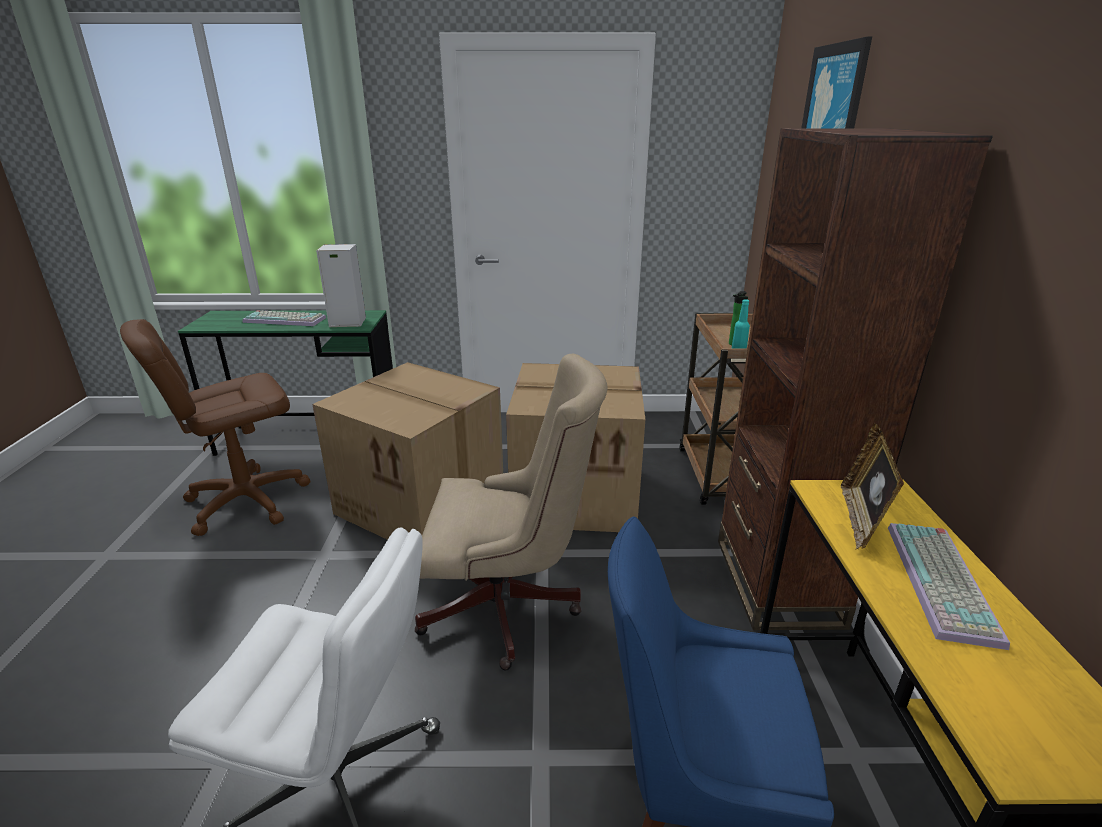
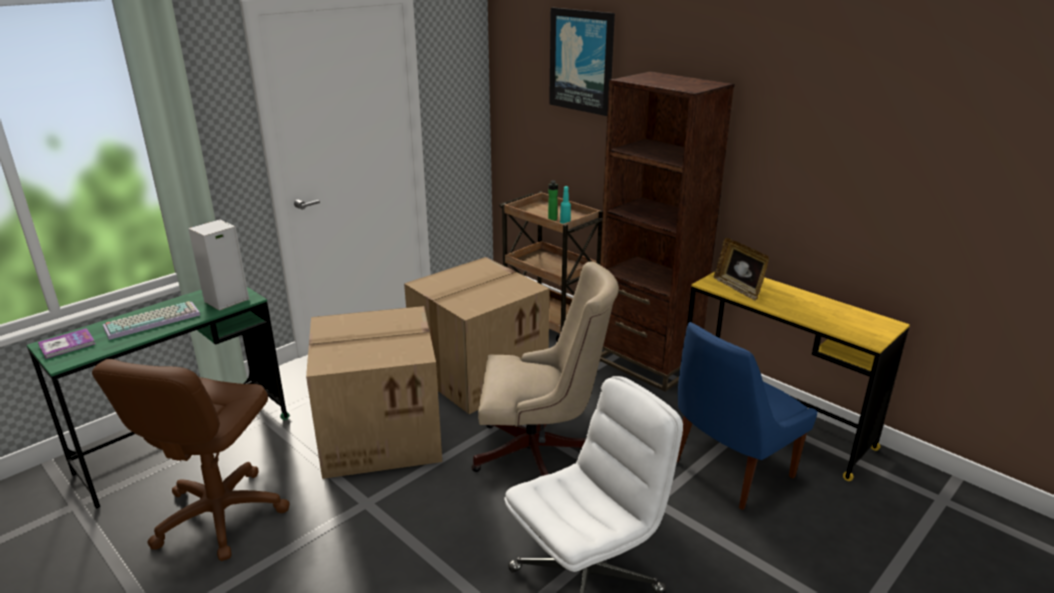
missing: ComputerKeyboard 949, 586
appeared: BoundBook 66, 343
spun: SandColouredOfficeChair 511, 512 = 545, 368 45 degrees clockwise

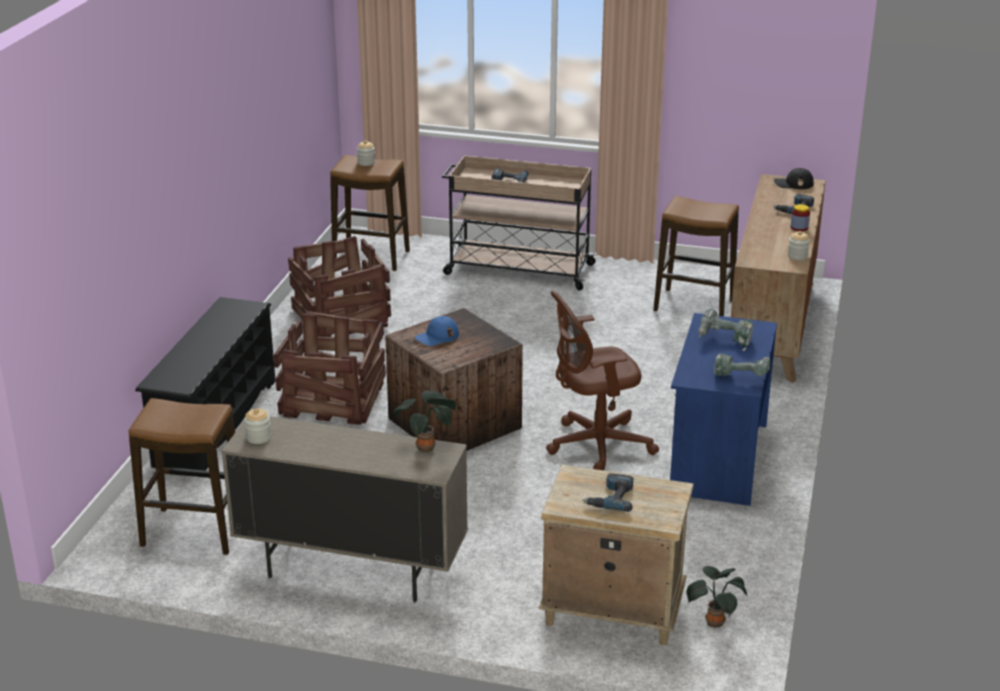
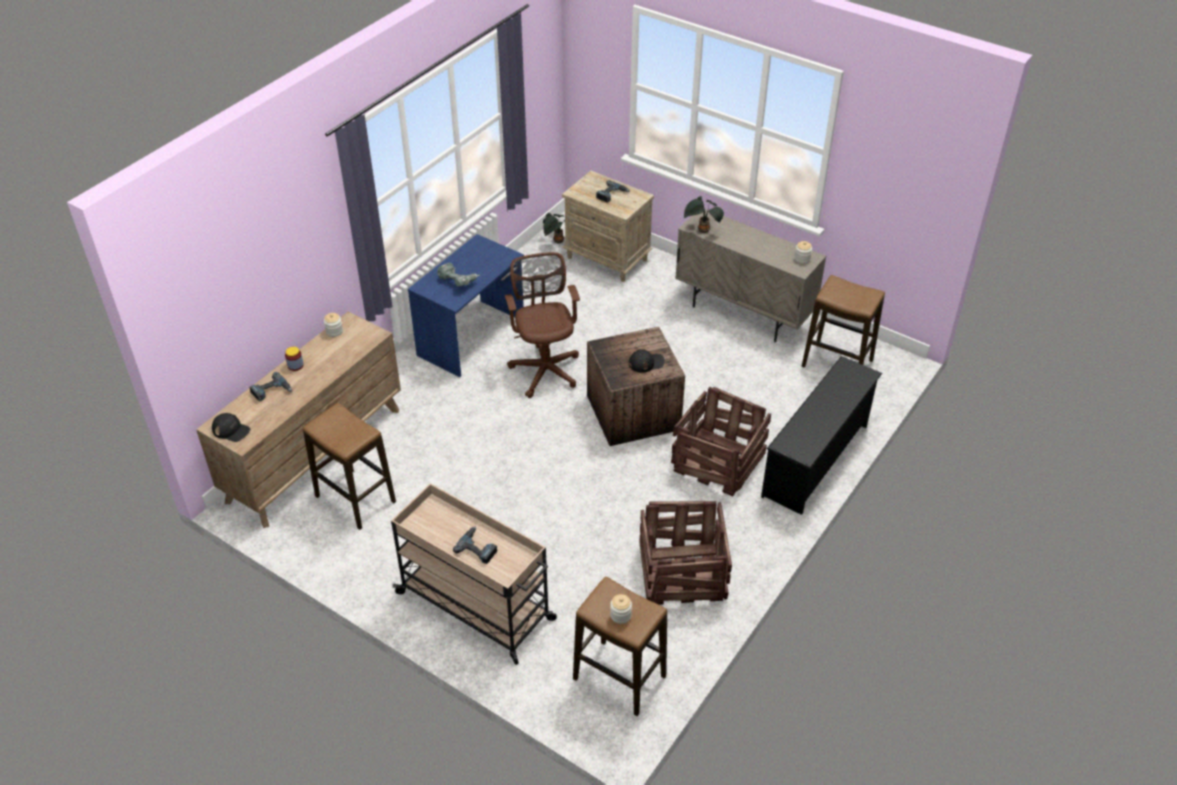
missing: PowerDrill 742, 364
colour: BlueColouredPeakedCap 437, 331 to BlackishPeakedCap 647, 361
spun: BrownishOfficeChair 602, 381 = 542, 325 105 degrees counterclockwise

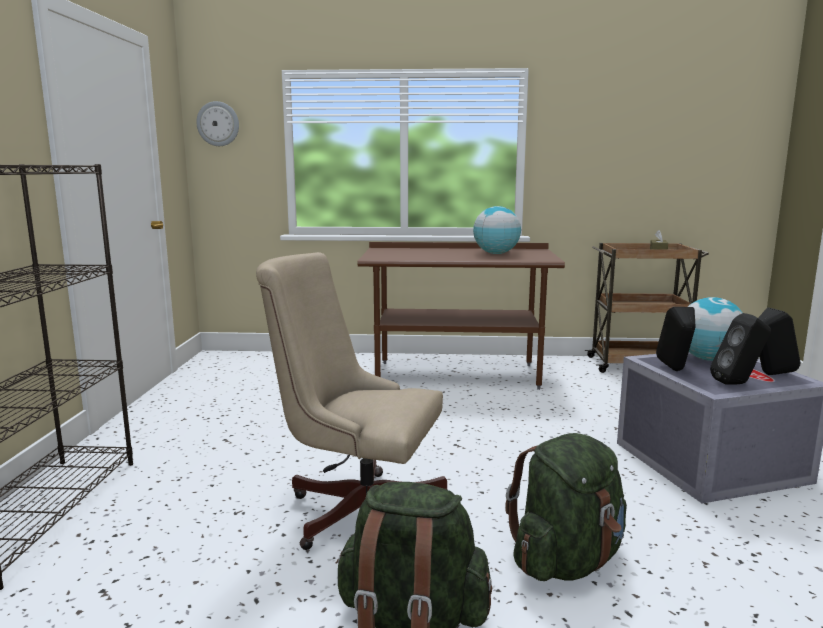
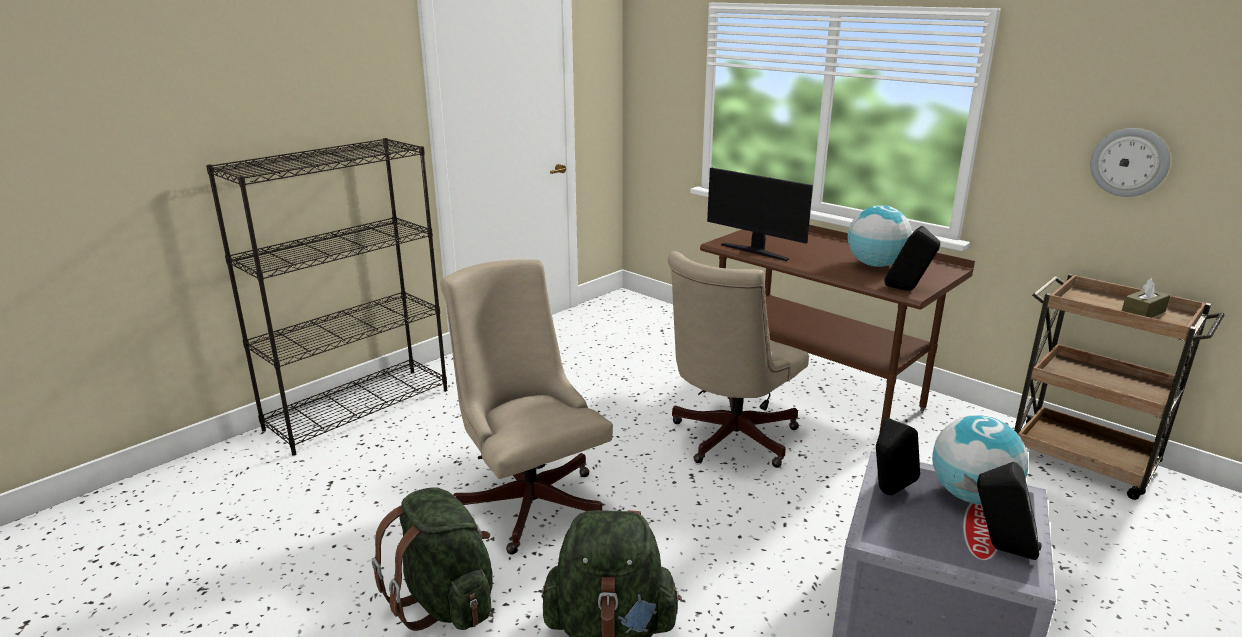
appeared: SandColouredOfficeChair 738, 359; ComputerDisplay 760, 214
relocated: HangingClock 217, 123 to 1130, 162; BlackishAudioSpeaker 740, 349 to 912, 258

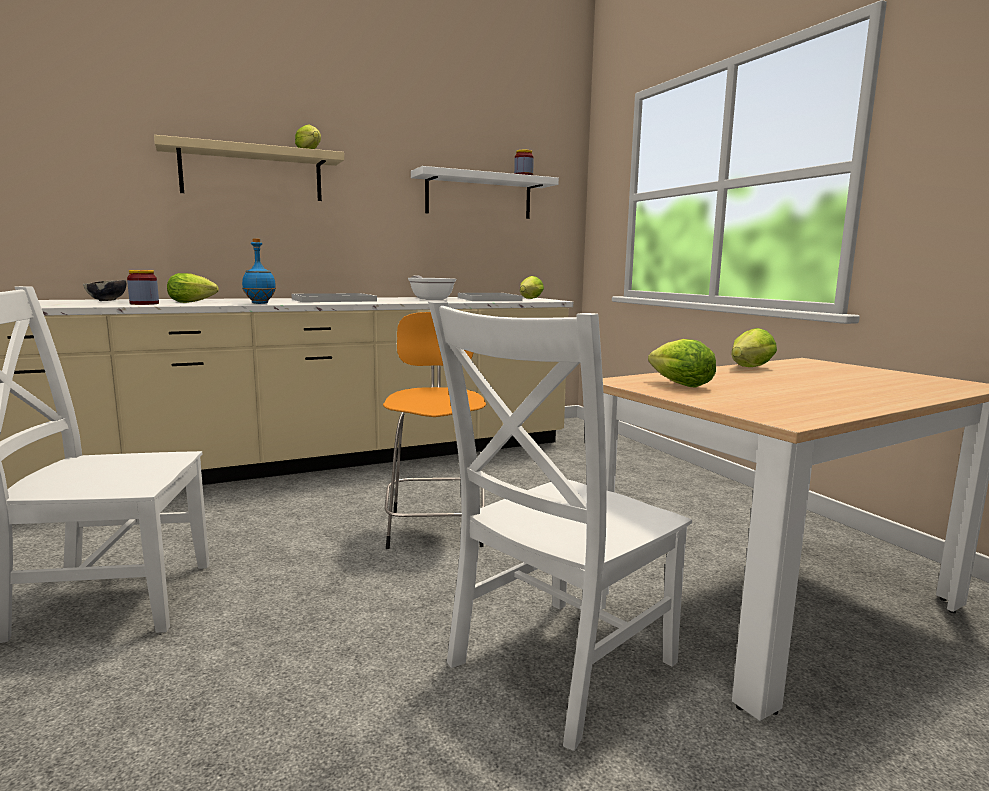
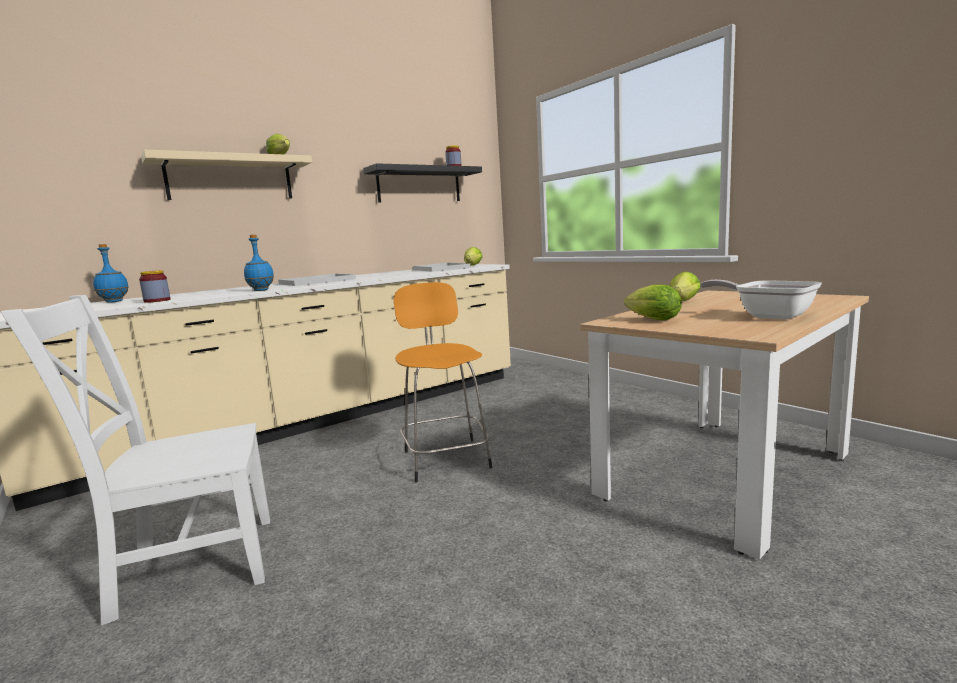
missing: HeadOfLettuce 193, 288; WhiteColouredPlainChair 560, 526
relocated: Pan 432, 287 to 761, 300
exchanged: Bowl 105, 290 to BlueColouredBeverageBottle 111, 273
colour: WhiteColouredShelf 485, 192 to BlackishShelf 422, 183

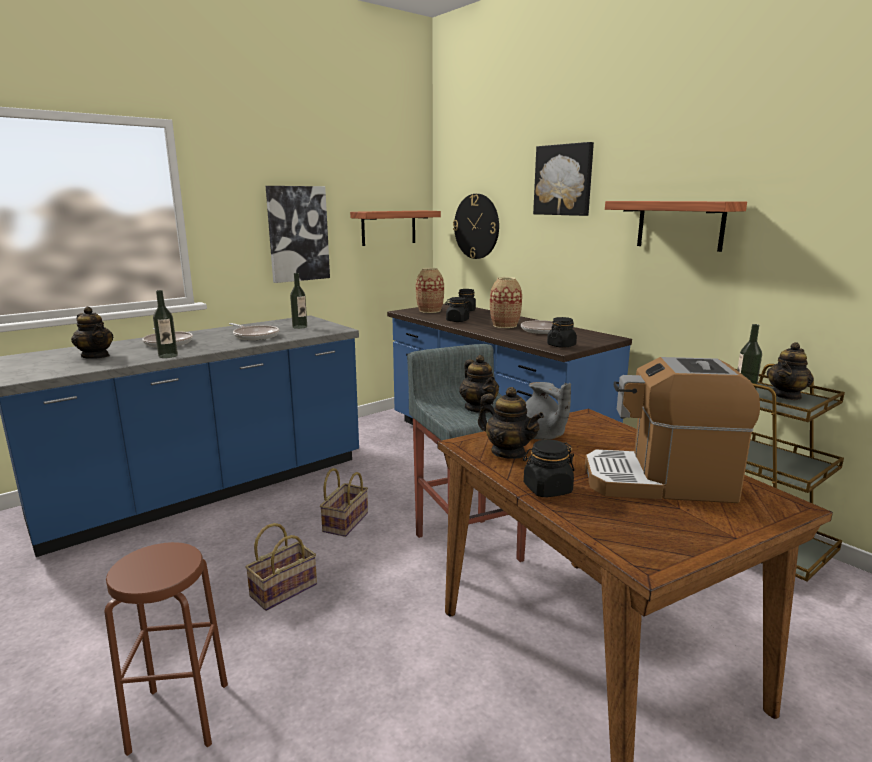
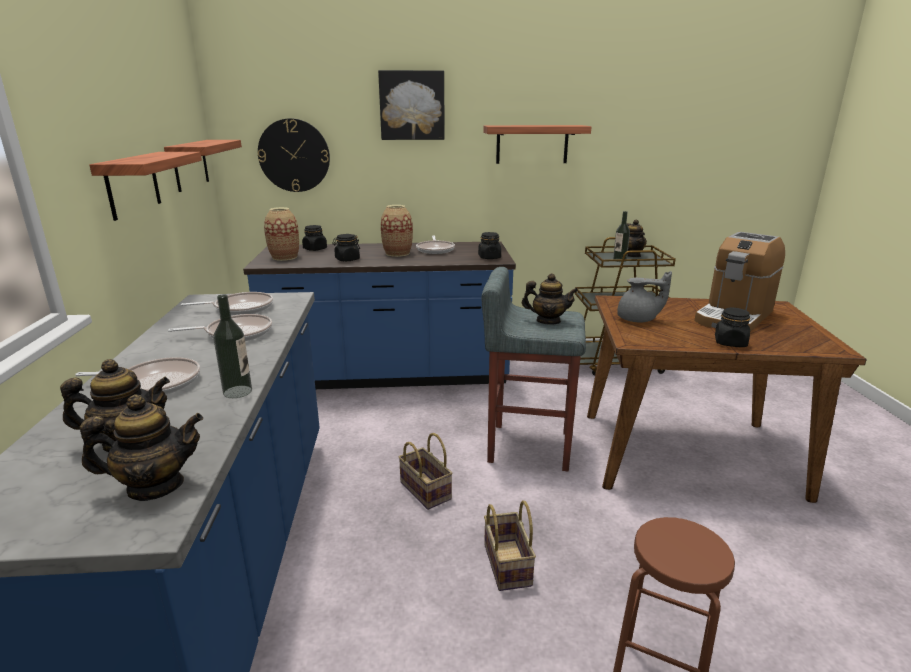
relocated: PotForTea 511, 423 to 141, 447
exchanged: Picture 298, 234 to Shelf 145, 186; BeverageBottle 298, 301 to Pan 227, 303

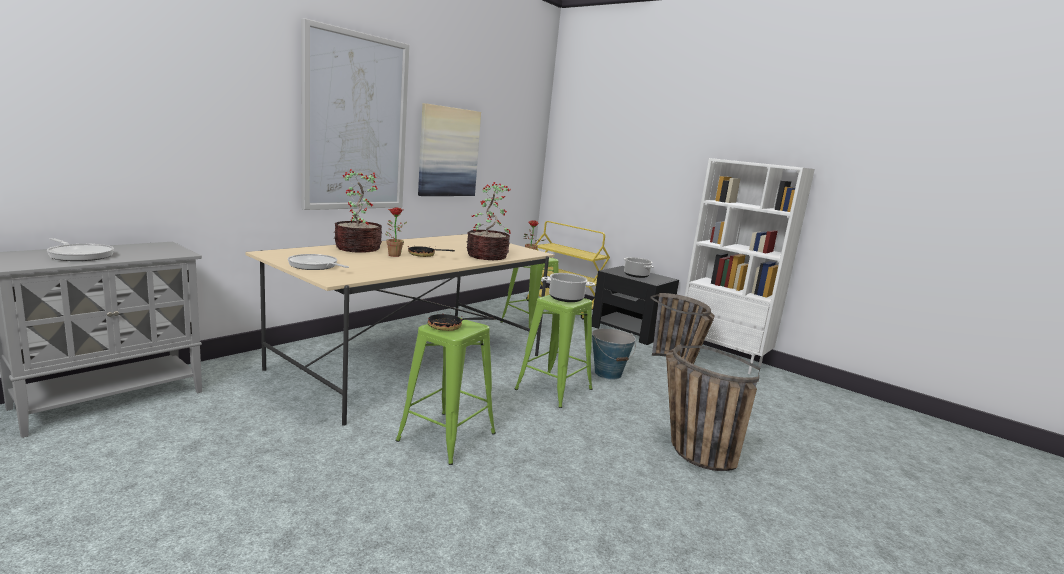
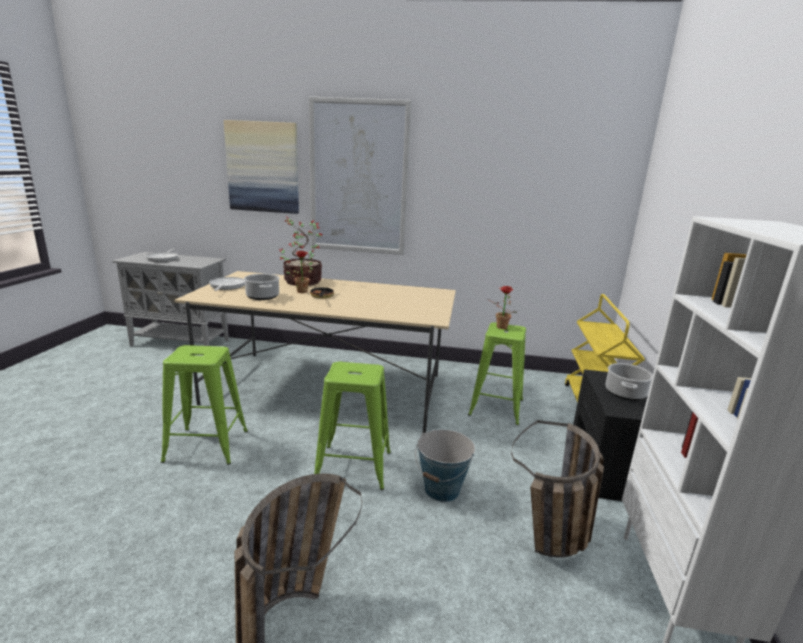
missing: Pan 461, 321; PlantInAPot 488, 221
relocated: Picture 449, 149 to 261, 167; Saucepot 568, 287 to 262, 287

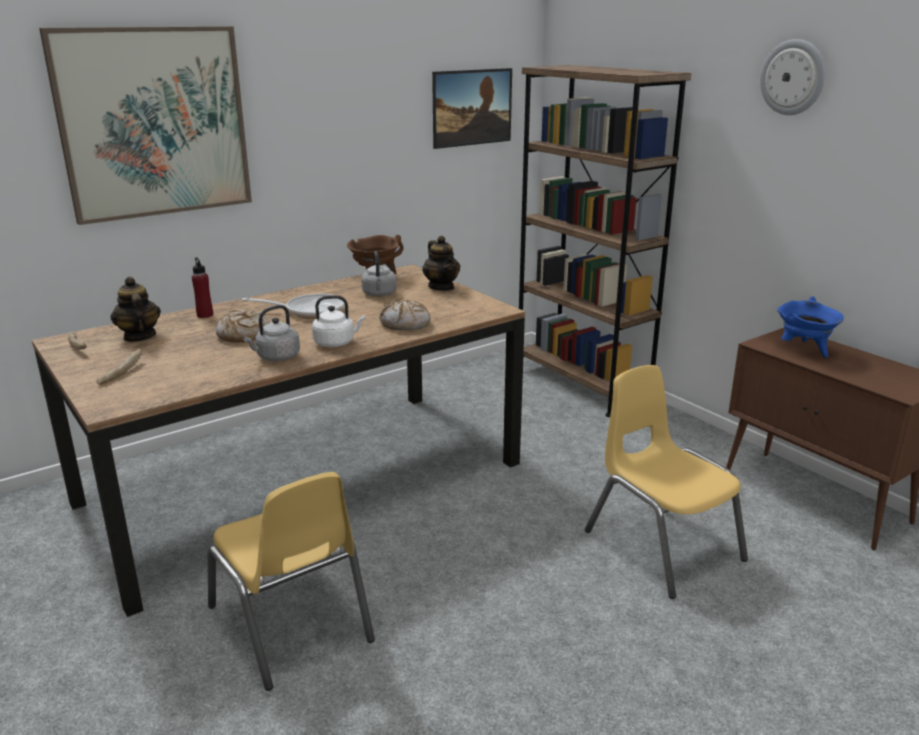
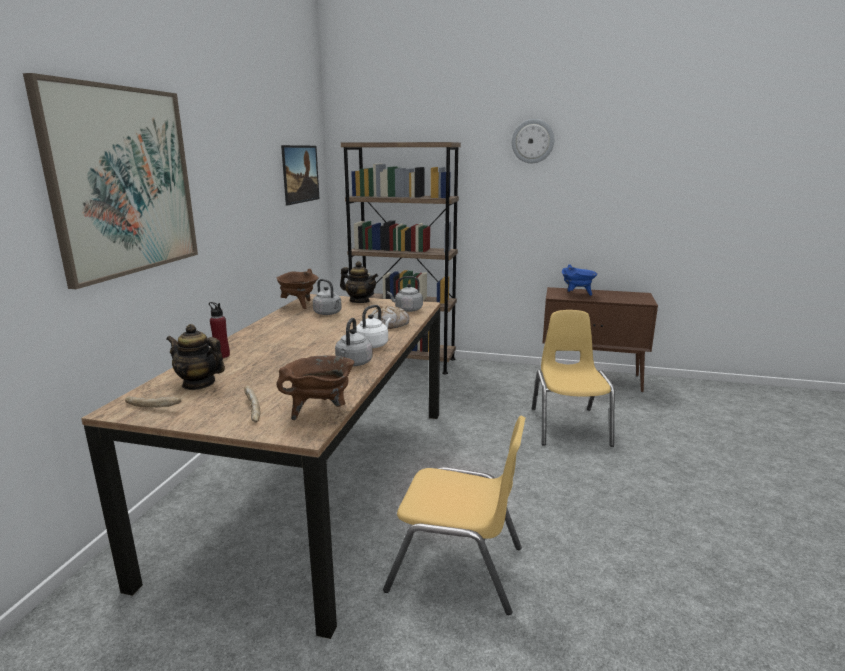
missing: BakeryBread 243, 325; Pan 293, 306
appeared: BrownishSaucepot 315, 388; GrayKettle 405, 294
spun: YellowPlainChair 666, 482 = 573, 378 75 degrees clockwise

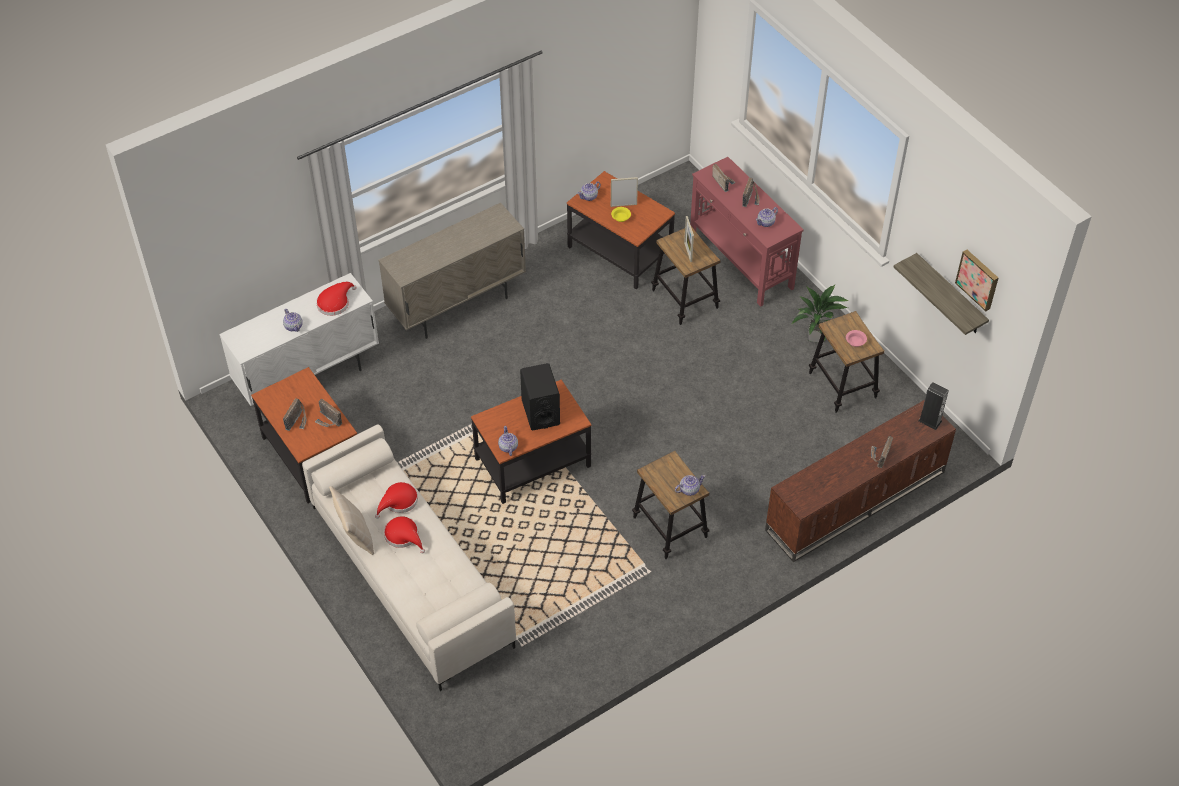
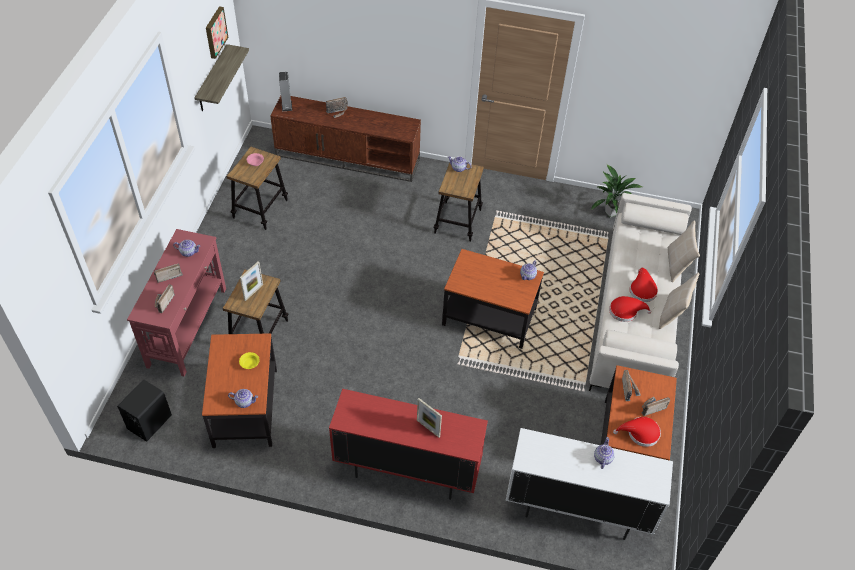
appeared: SandColouredThrowPillow 683, 251
relocated: ReddishHat 336, 299 to 637, 432; BlackishAudioSpeaker 540, 396 to 144, 411; PictureFrame 624, 192 to 429, 417; PlantInAPot 820, 314 to 616, 191
colour: SandColouredStorageCabinet 452, 271 to ReddishStorageCabinet 408, 444

